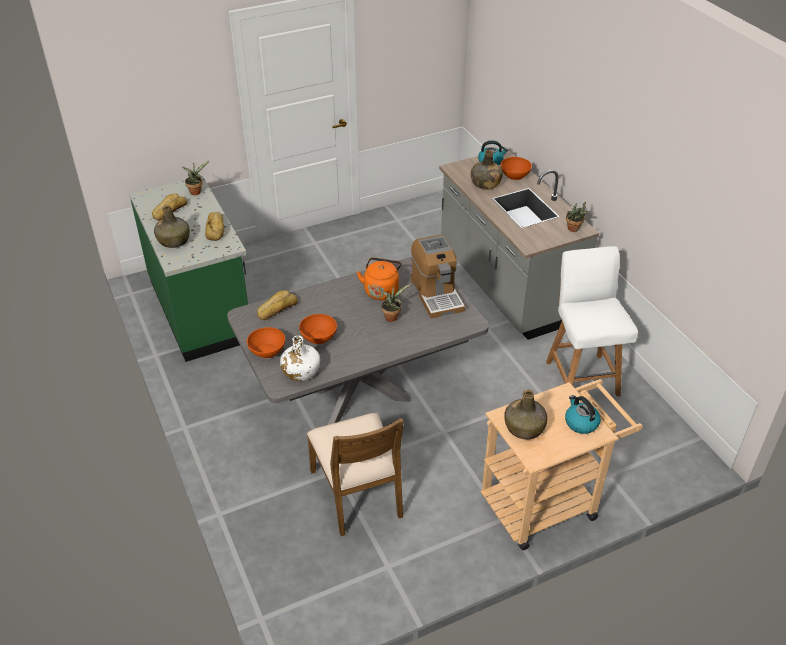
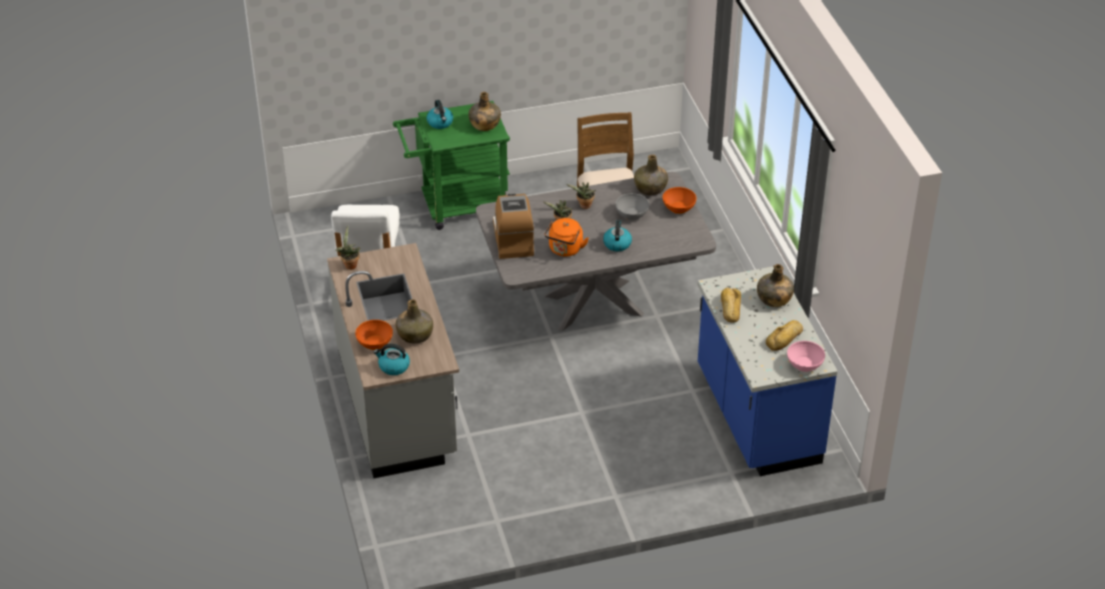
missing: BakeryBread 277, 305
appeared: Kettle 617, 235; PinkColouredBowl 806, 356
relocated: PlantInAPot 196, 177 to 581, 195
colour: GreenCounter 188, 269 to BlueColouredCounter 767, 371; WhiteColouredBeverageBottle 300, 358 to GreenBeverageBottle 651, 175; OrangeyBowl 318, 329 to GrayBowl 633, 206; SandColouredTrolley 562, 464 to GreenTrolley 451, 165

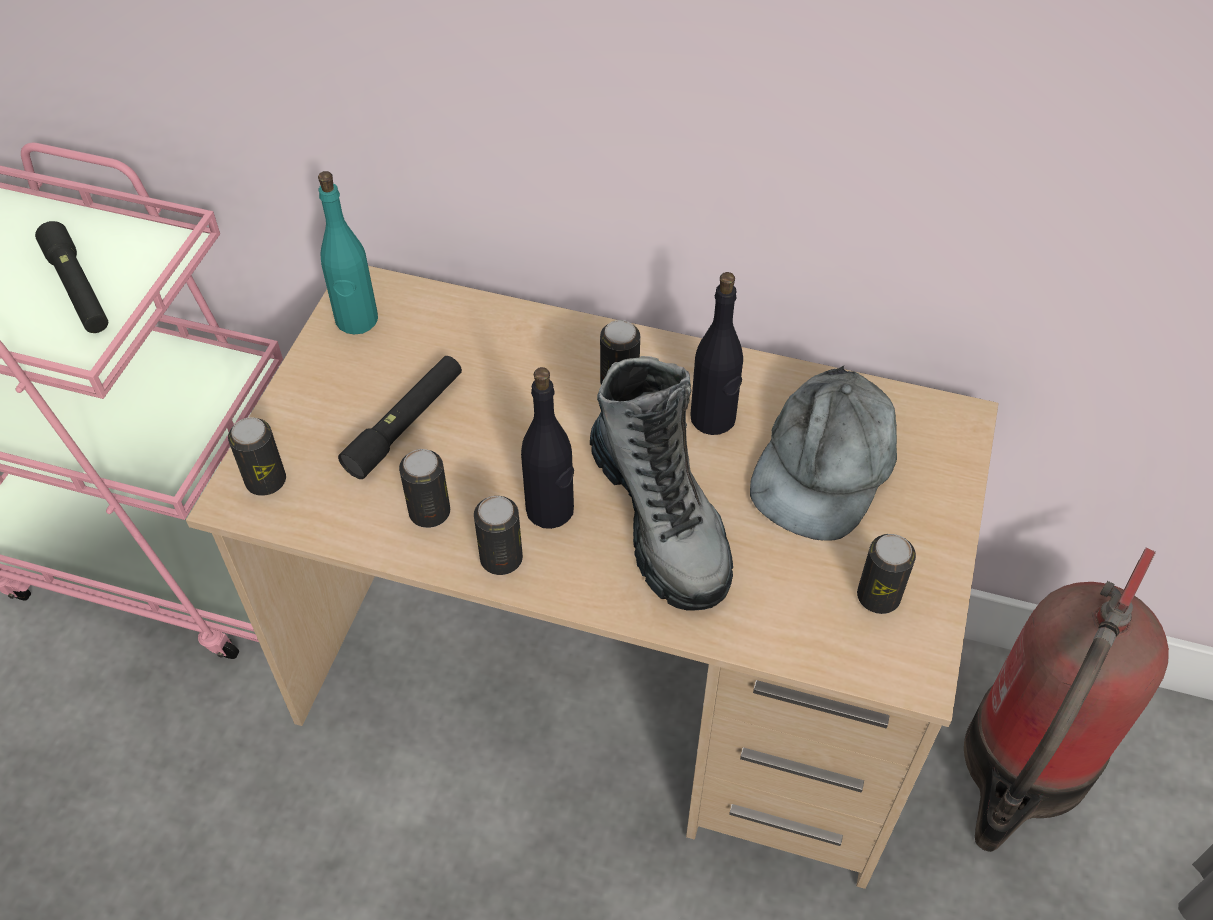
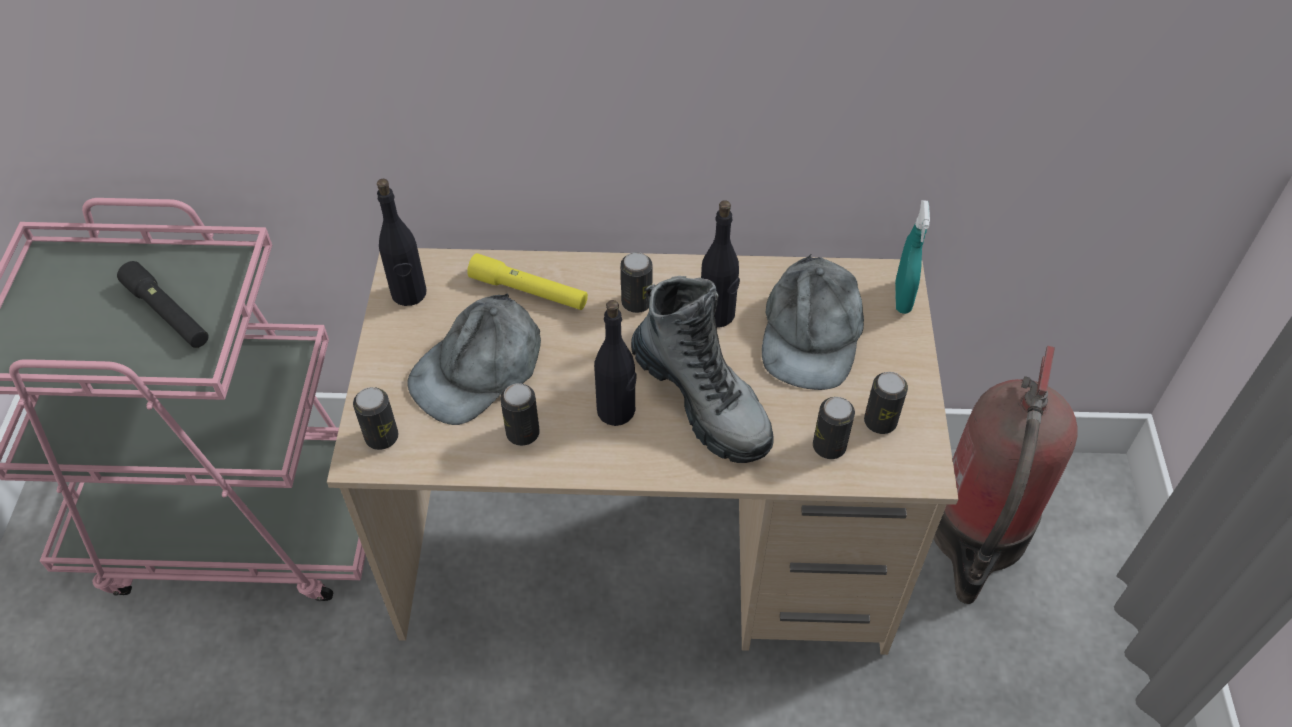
appeared: YellowHandTorch 527, 281; TurquoiseColouredHandSprayer 912, 257
relocated: SealedCan 498, 535 to 834, 428
exchanged: BlackishHandTorch 400, 417 to GrayPeakedCap 474, 359
colour: TurquoiseColouredBeverageBottle 348, 252 to BlackishBeverageBottle 401, 242

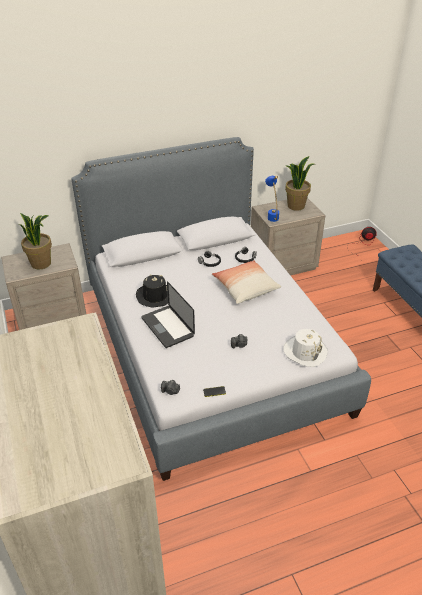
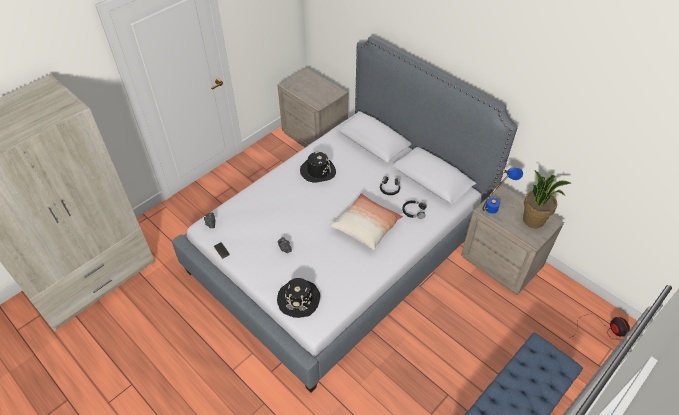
missing: PlantInAPot 35, 241; NotebookComputer 168, 314
colour: WhiteColouredHat 306, 348 to BlackishHat 298, 298

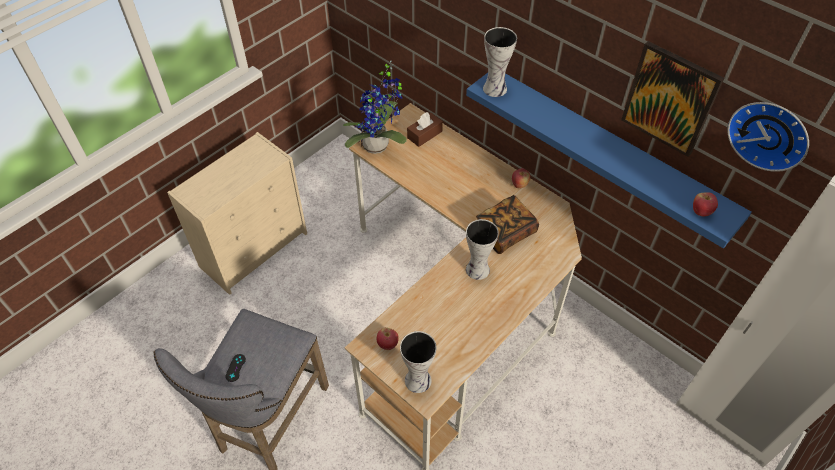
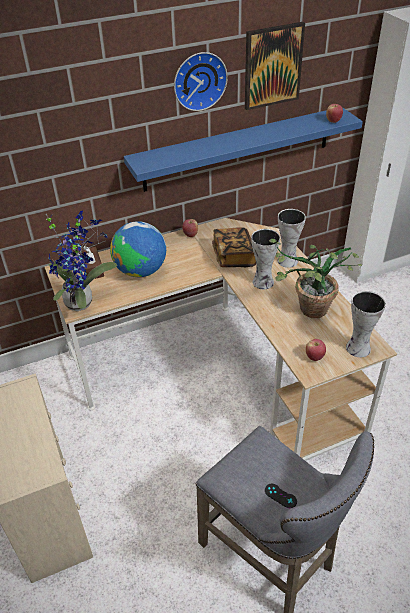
appeared: DeskGlobe 138, 249; PlantInAPot 315, 278
relocated: Vase 500, 62 to 291, 238; HangingClock 768, 137 to 201, 81

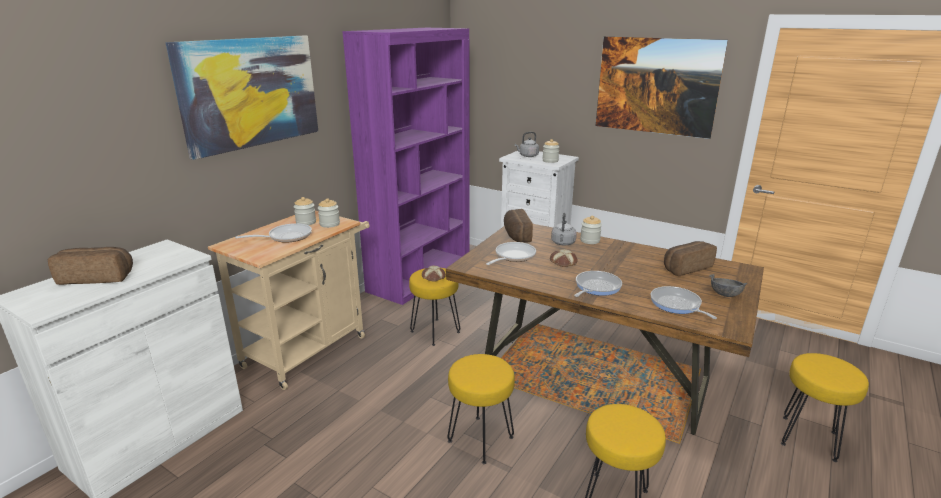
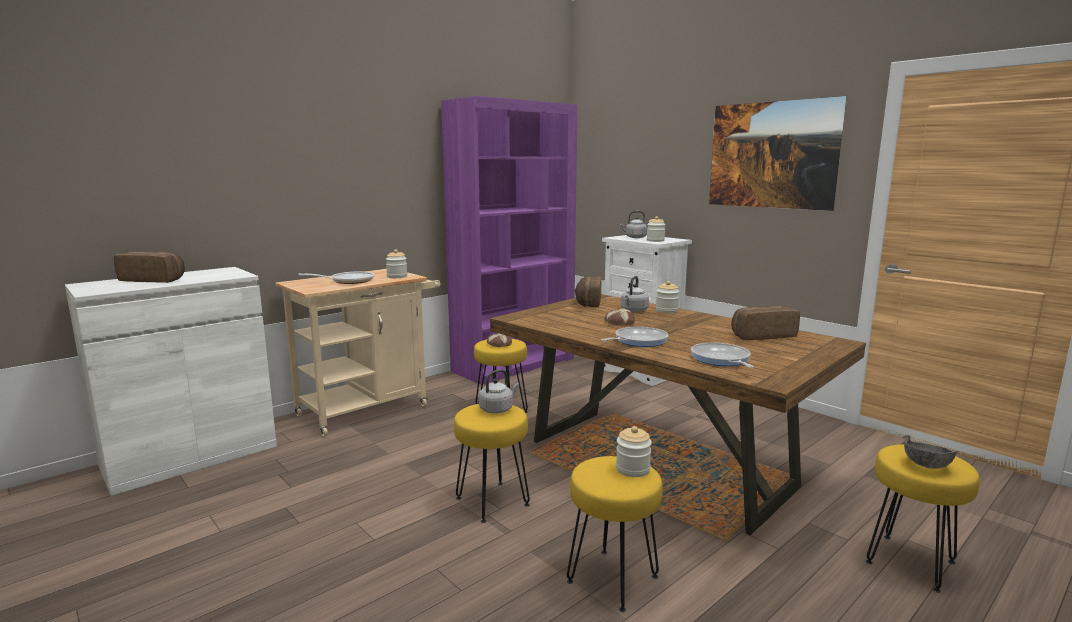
missing: Picture 242, 98; Pan 511, 253
appeared: GrayKettle 499, 391
relocated: PreserveJar 305, 211 to 634, 451; GrayBowl 728, 285 to 930, 451

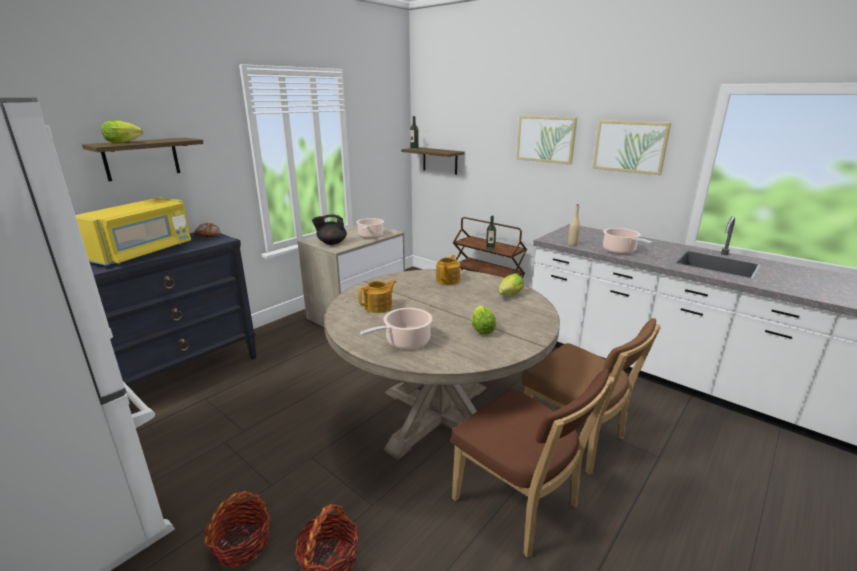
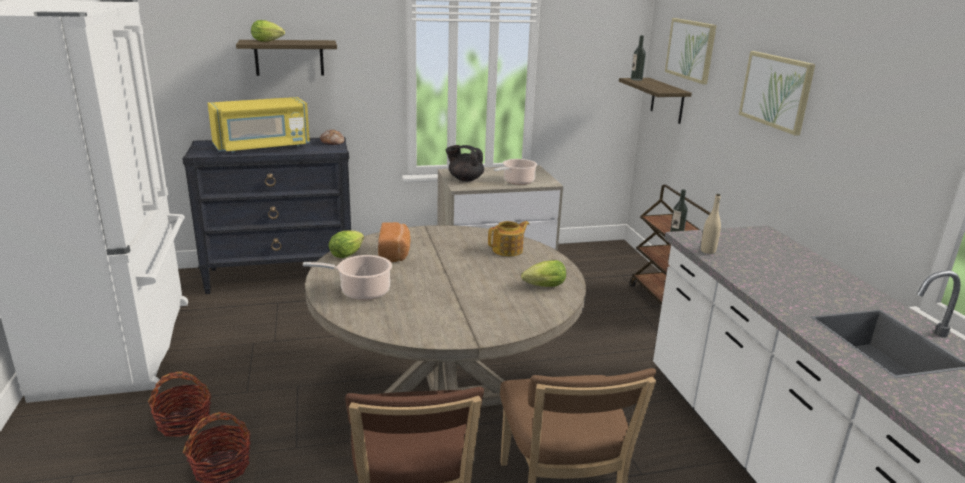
missing: Saucepot 628, 241
relocated: HeadOfLettuce 484, 320 to 346, 244; Picture 632, 147 to 690, 51
exchanged: PotForTea 377, 296 to BakeryBread 394, 242

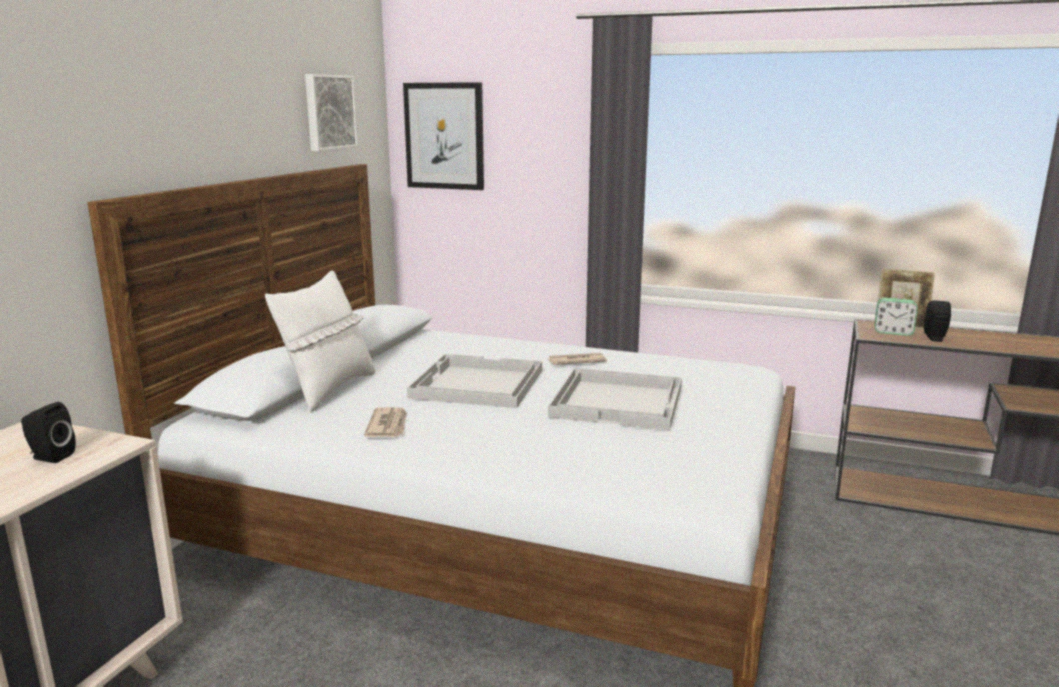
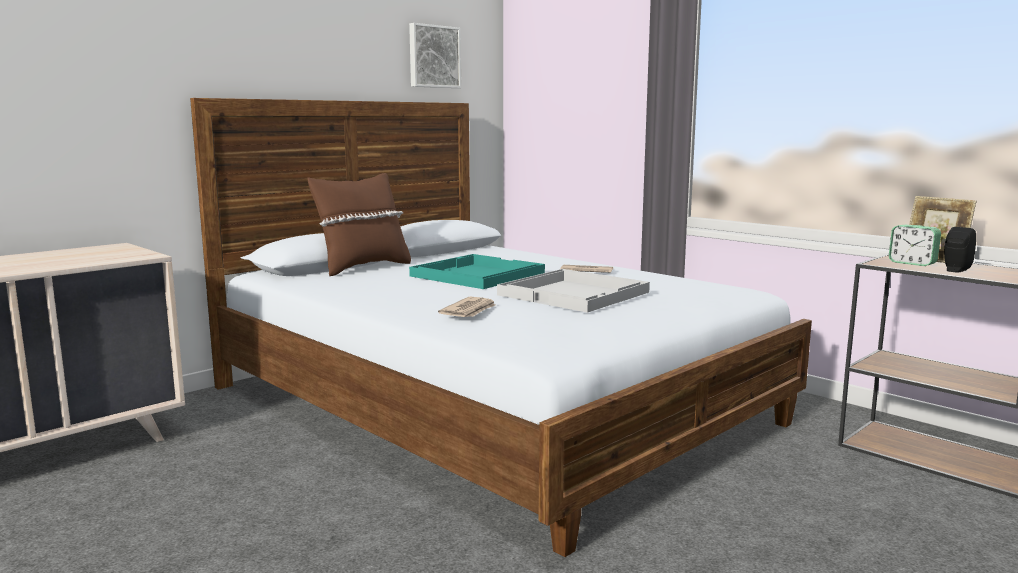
missing: BlackishAudioSpeaker 48, 432; Picture 443, 136
relocated: PrintedPaper 385, 422 to 466, 307
colour: WhiteColouredThrowPillow 320, 341 to BrownishThrowPillow 359, 224; WhiteColouredCarryingTray 474, 381 to TurquoiseColouredCarryingTray 477, 271

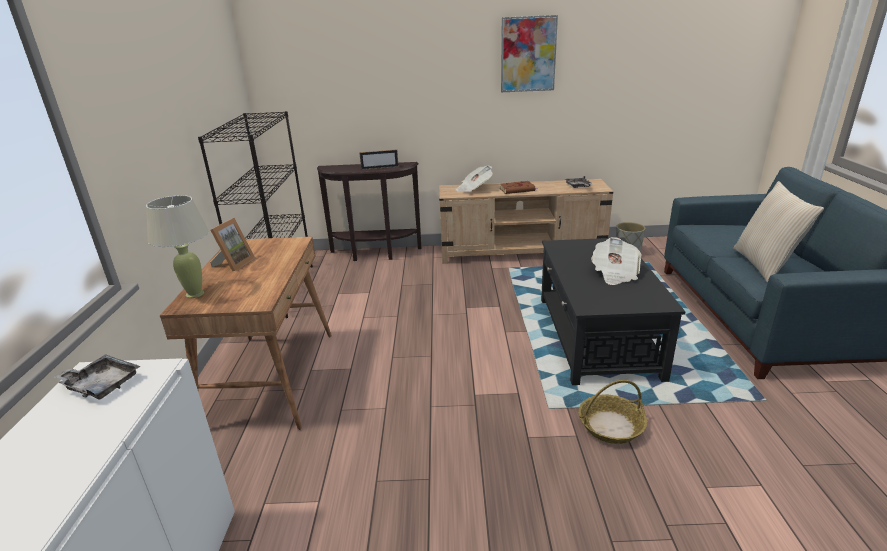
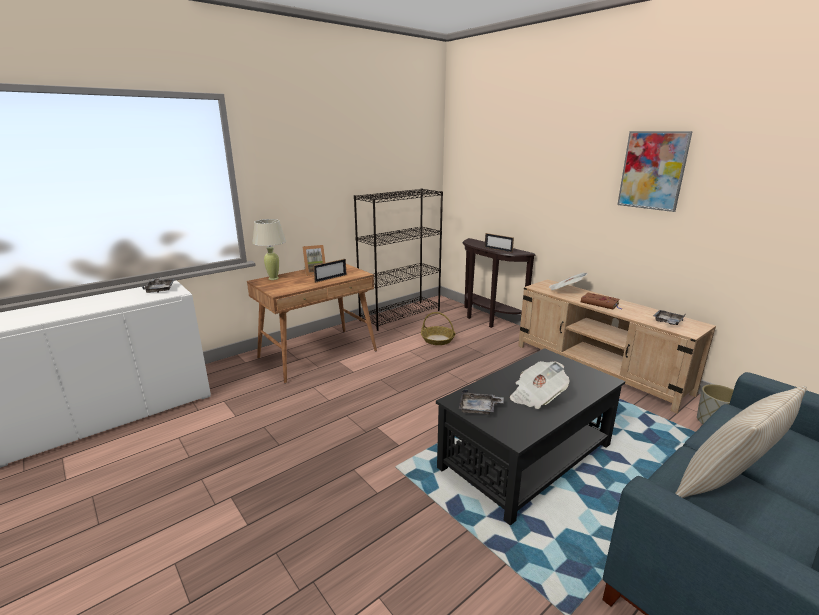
appeared: PictureFrame 330, 271; GrayCarryingTray 481, 402
relocated: HouseholdBasket 613, 412 to 438, 328

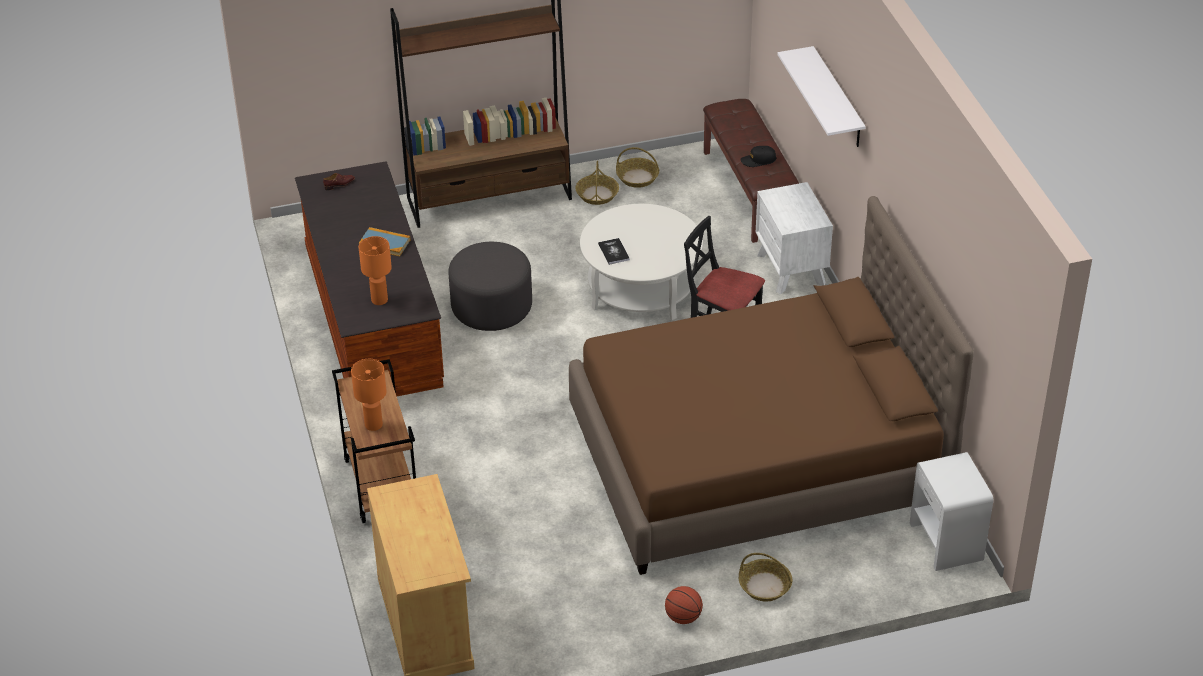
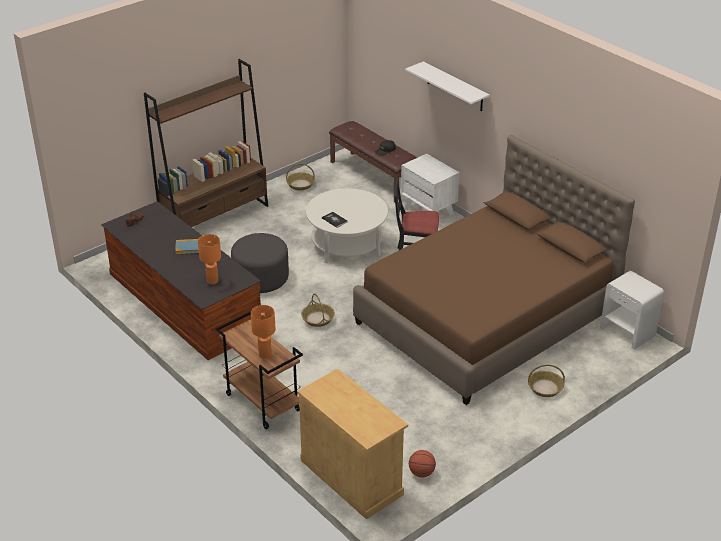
relocated: HouseholdBasket 597, 183 to 318, 310; BallForBasketball 684, 605 to 422, 463

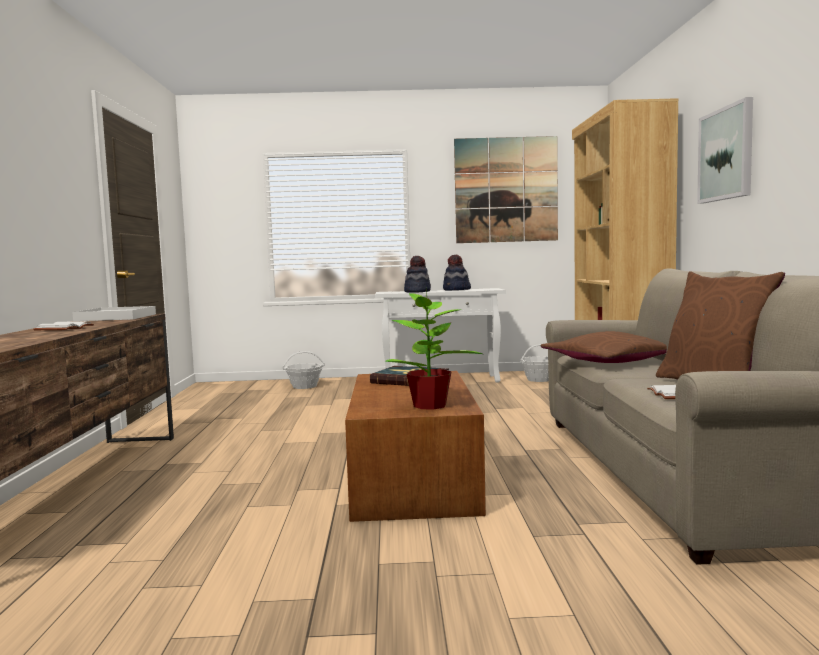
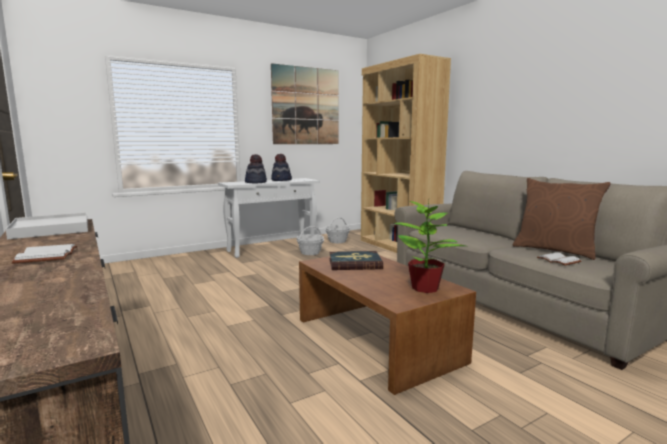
missing: BrownishThrowPillow 604, 347; Picture 725, 150
relocated: HouseholdBasket 303, 370 to 310, 240

